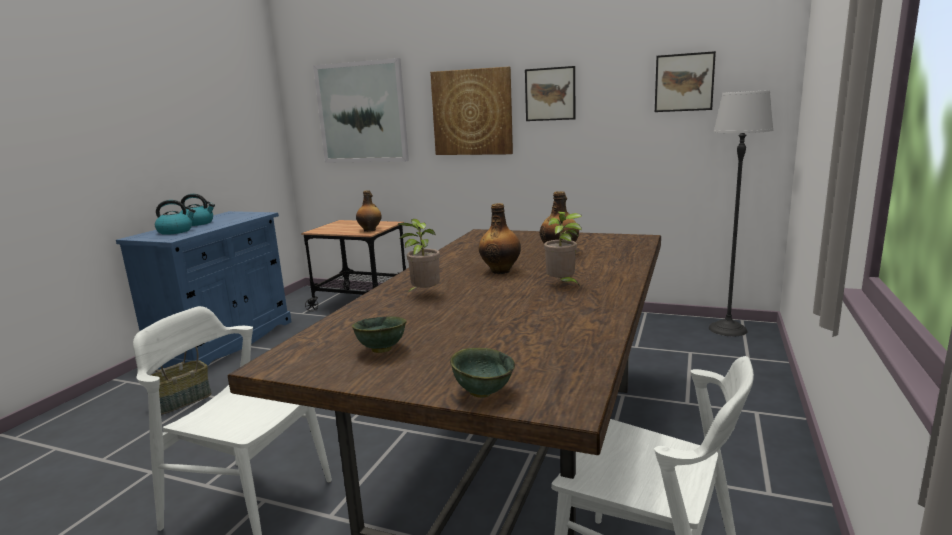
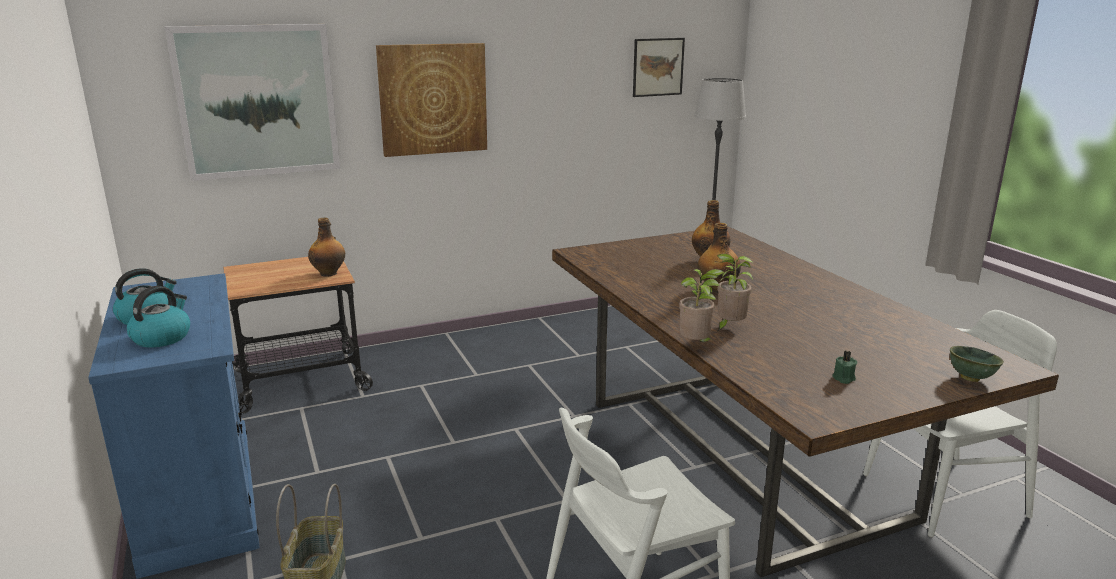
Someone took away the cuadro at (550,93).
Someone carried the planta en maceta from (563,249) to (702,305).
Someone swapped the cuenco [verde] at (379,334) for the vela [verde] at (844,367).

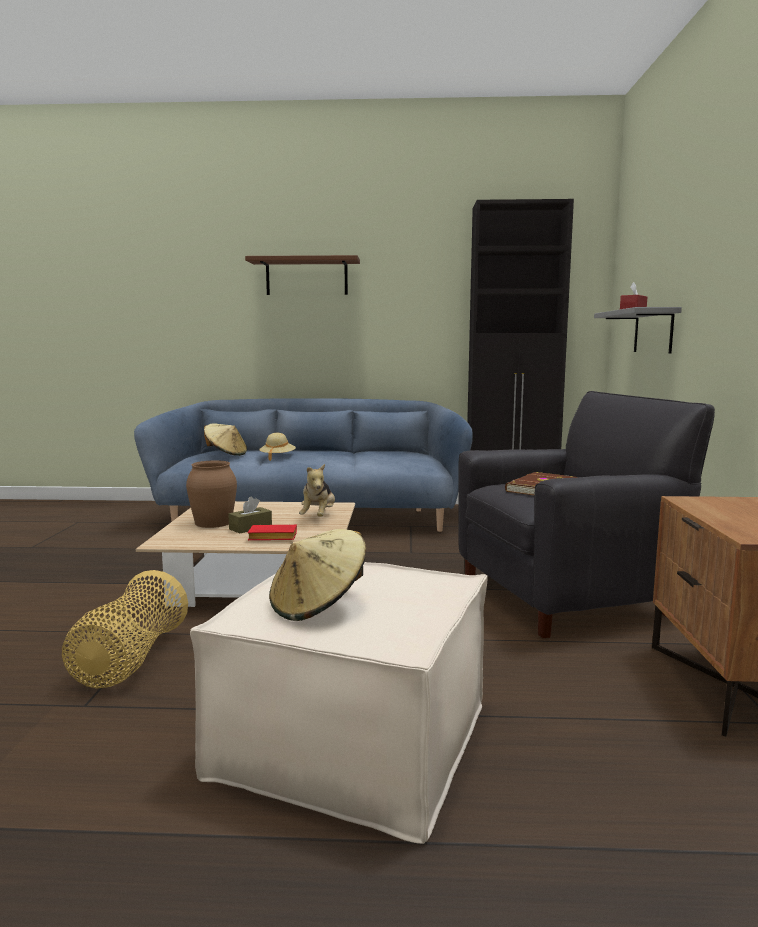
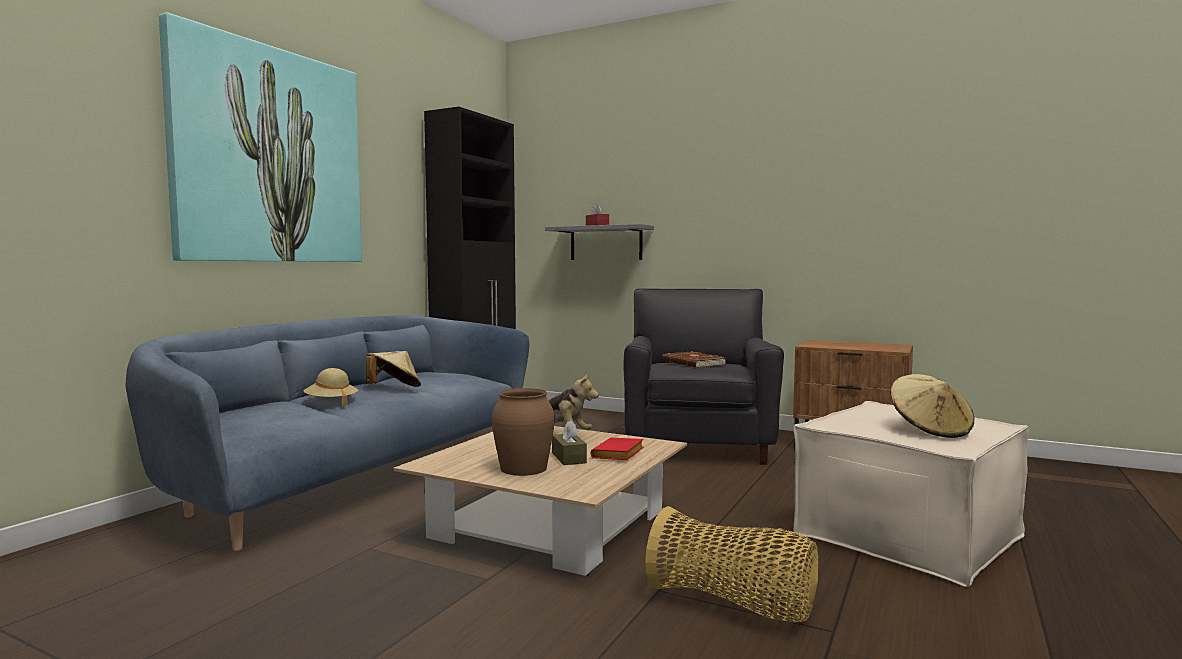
Someone swapped the estante [marrón] at (302,275) for the cuadro at (260,137).
Someone carried the sombrero [beis] from (225,439) to (393,369).

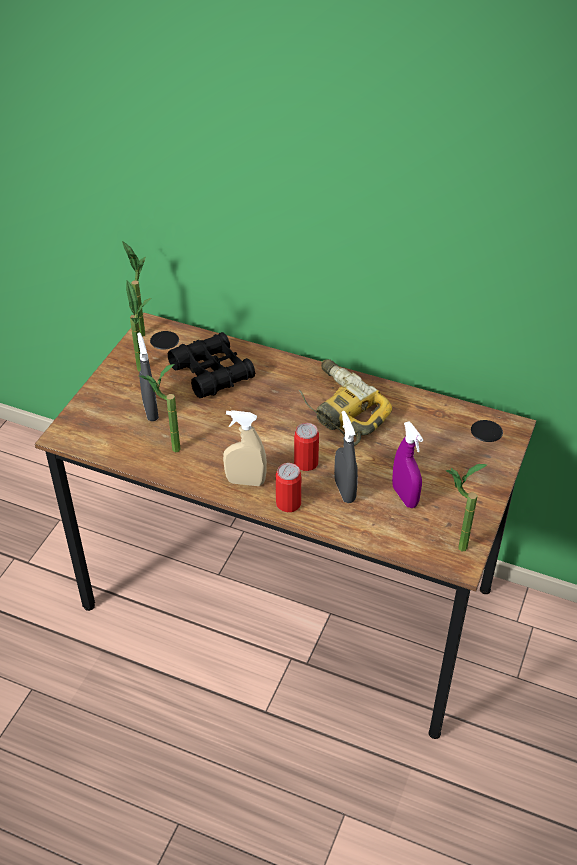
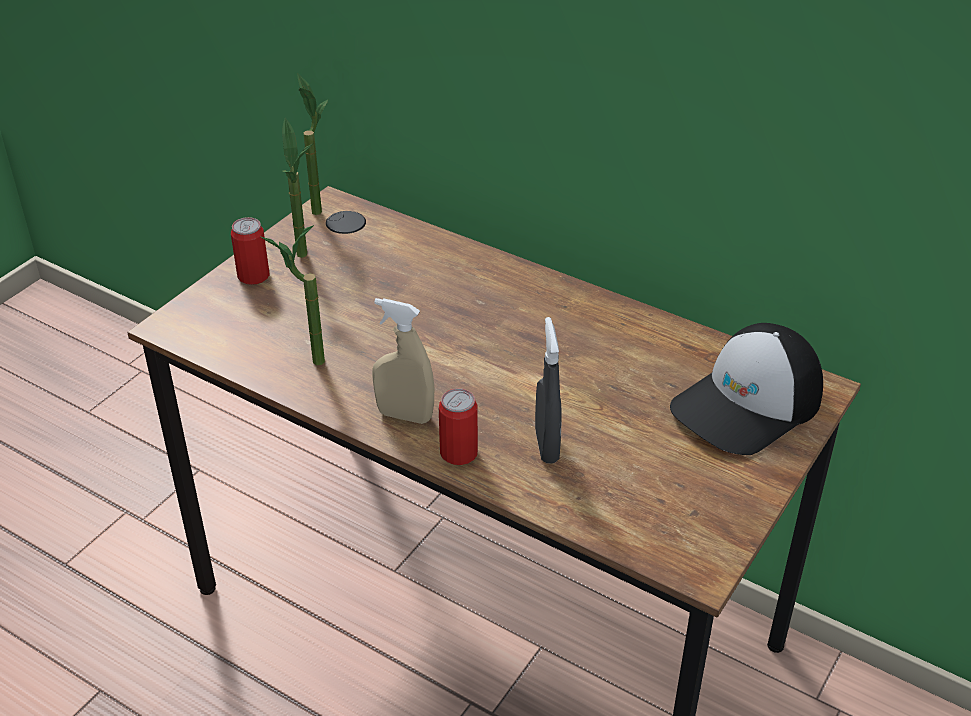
Someone took away the pulverizador [gris] at (148,376).
Someone took away the prismáticos [negro] at (211,365).
Someone took away the taladro at (345,402).
Someone took away the pulverizador [morado] at (407,464).
Someone carried the lata from (306,447) to (250,251).
Someone took away the planta en maceta at (466,507).
Someone put down the gorra at (746,389).

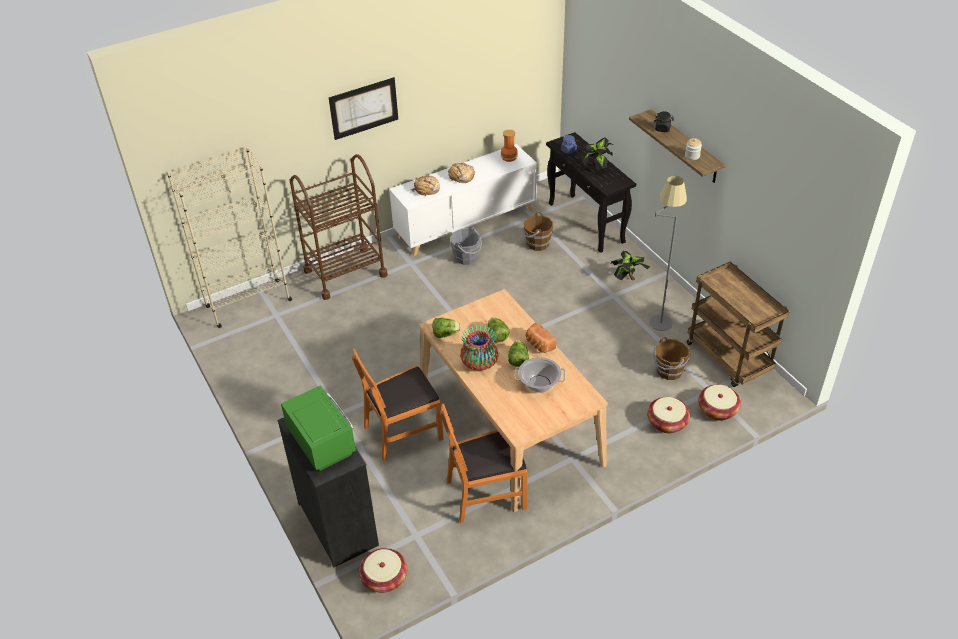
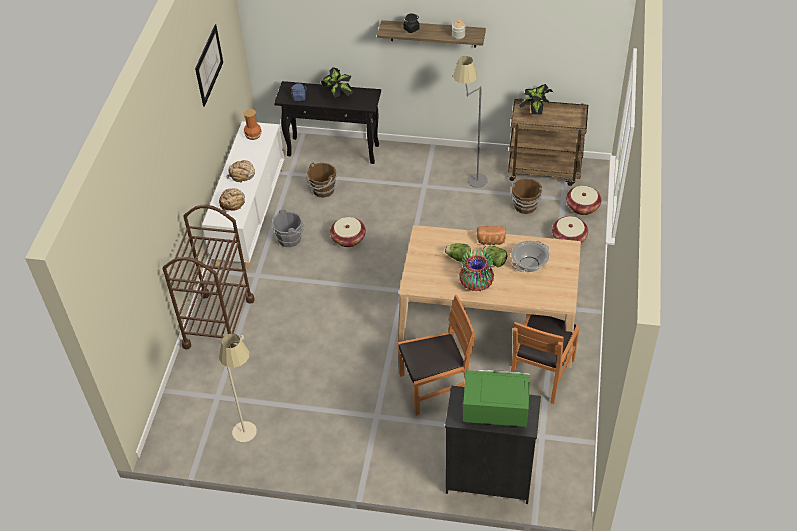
Someone carried the cuadro from (363,108) to (209,65).
Someone took away the estantería [beis] at (229,237).
Someone carried the planta en maceta from (630,265) to (536,99).
Someone took away the lechuga at (447,328).
Someone rotated the silla [naranja] at (398,404) by 120 degrees counterclockwise.
Someone carried the cesta from (383,570) to (348,232).
Someone put down the lámpara de pie [beis] at (238,387).

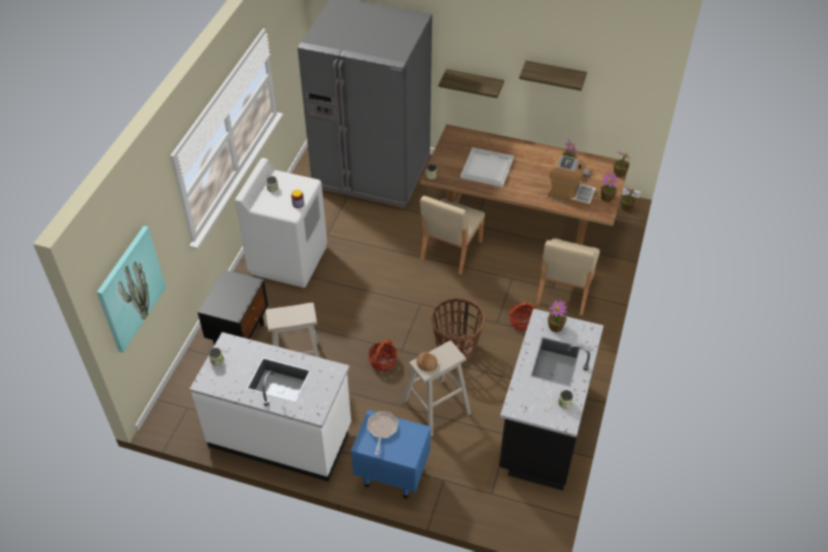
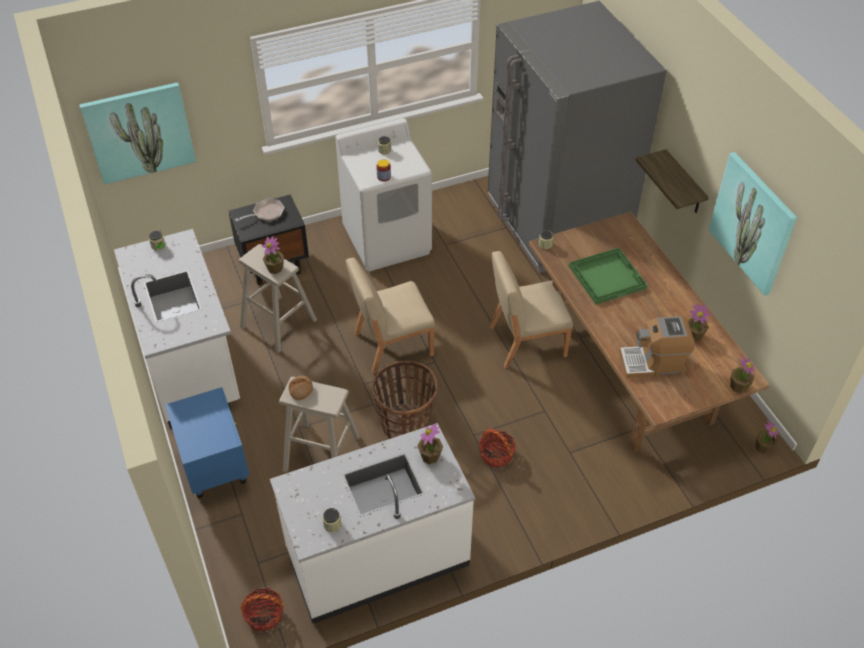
Someone swapped the estante at (553,76) for the cuadro at (753,224).
Someone repainted the bandeja [blanco] at (487,167), which became the bandeja [verde] at (608,276).
Someone rotated the cafetera at (572,181) by 105 degrees clockwise.
Someone carried the planta en maceta from (610,187) to (273,255).
Someone carried the silla [beis] from (568,276) to (390,316).
Someone repainted the mueble bajo de cocina [negro] at (551,400), which became the mueble bajo de cocina [blanco] at (372,523).
Someone carried the cesta from (382,355) to (262,610).
Someone carried the sartén from (382,433) to (260,209).

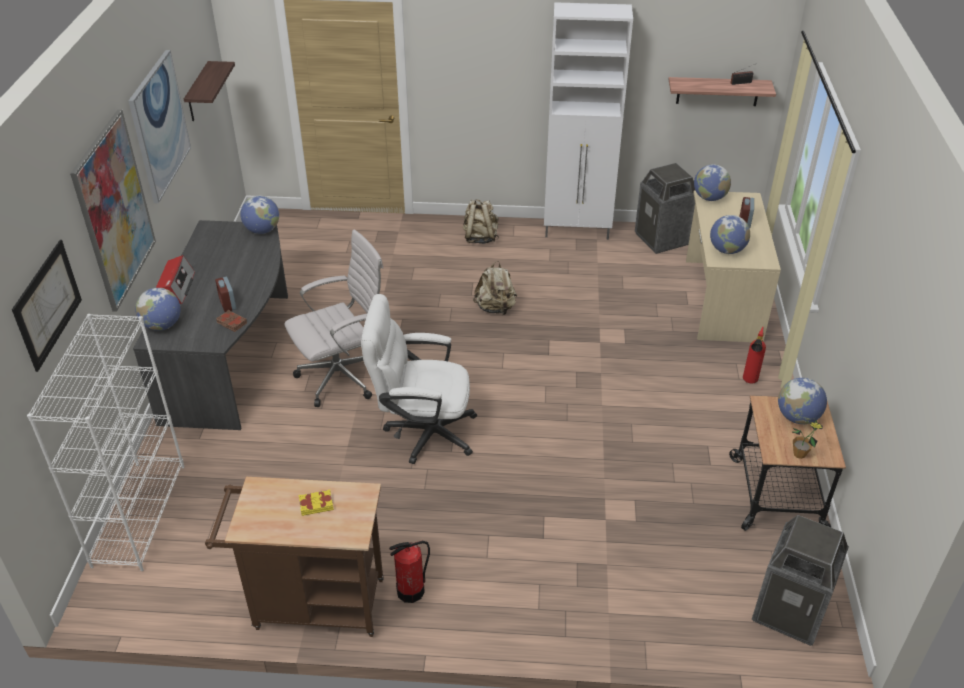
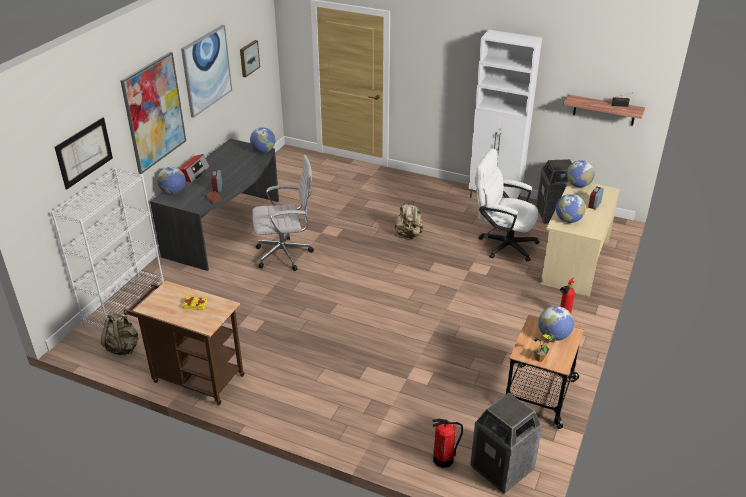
Someone swapped the estante at (209,91) for the cuadro at (250,58).
Someone carried the mochila [beis] from (481,221) to (119,333).
Someone carried the silla de oficina [blanco] from (419,379) to (507,204).
Someone carried the extintor from (409,572) to (447,443).

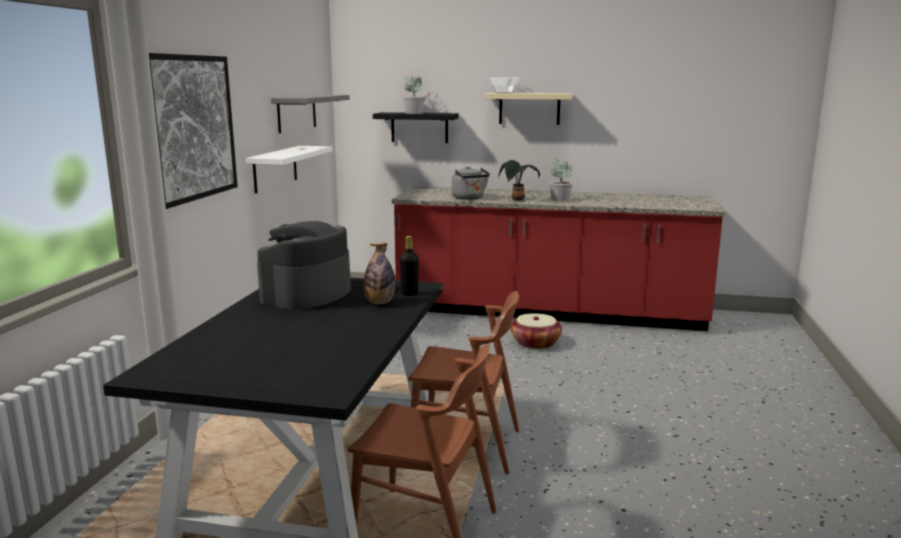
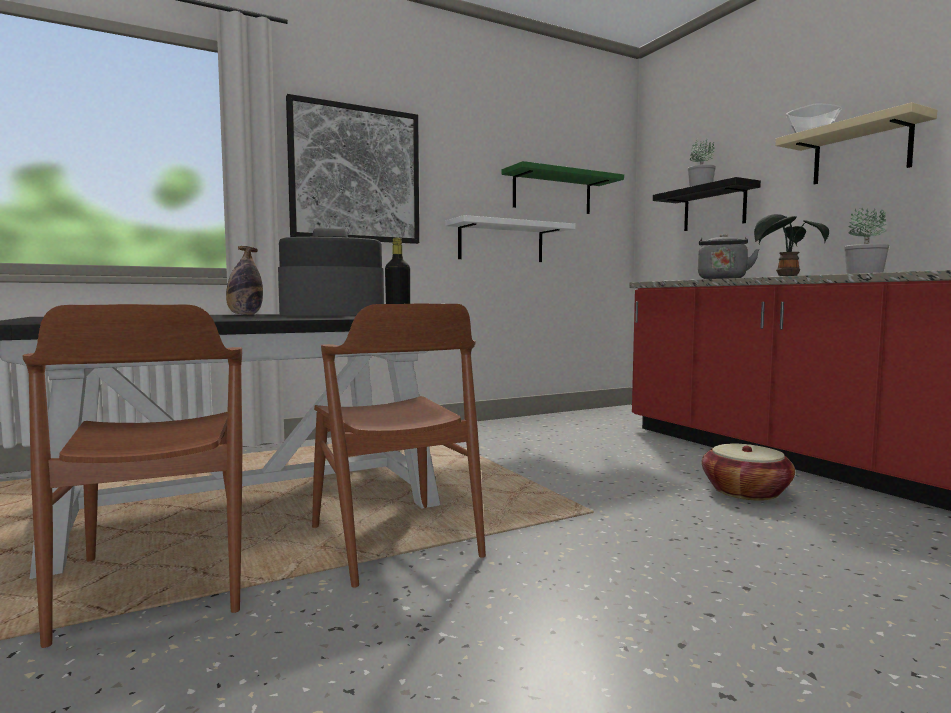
Someone repainted the estante [gris] at (310,114), which became the estante [verde] at (562,187).
Someone carried the botella from (379,273) to (244,280).

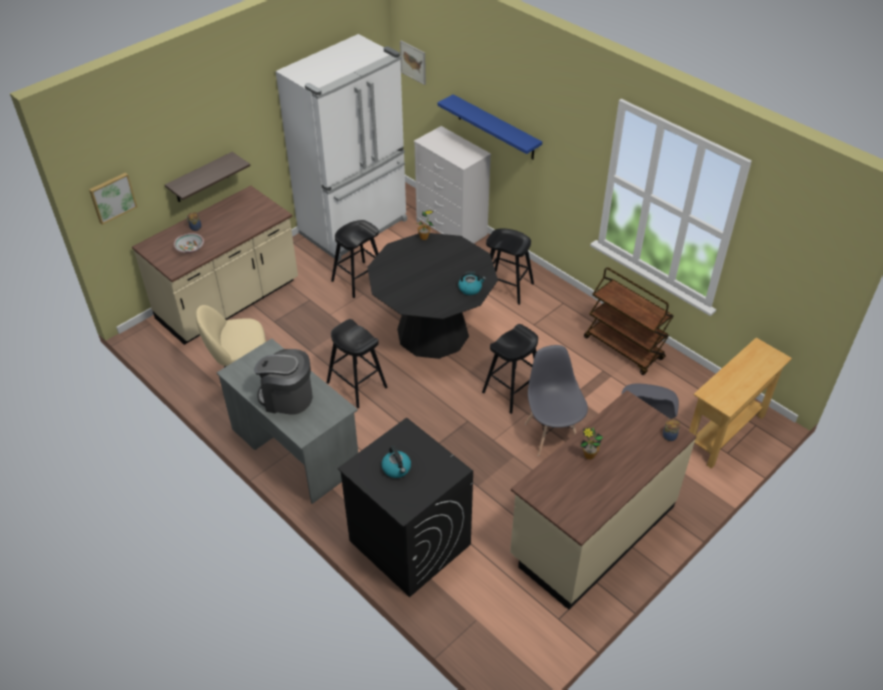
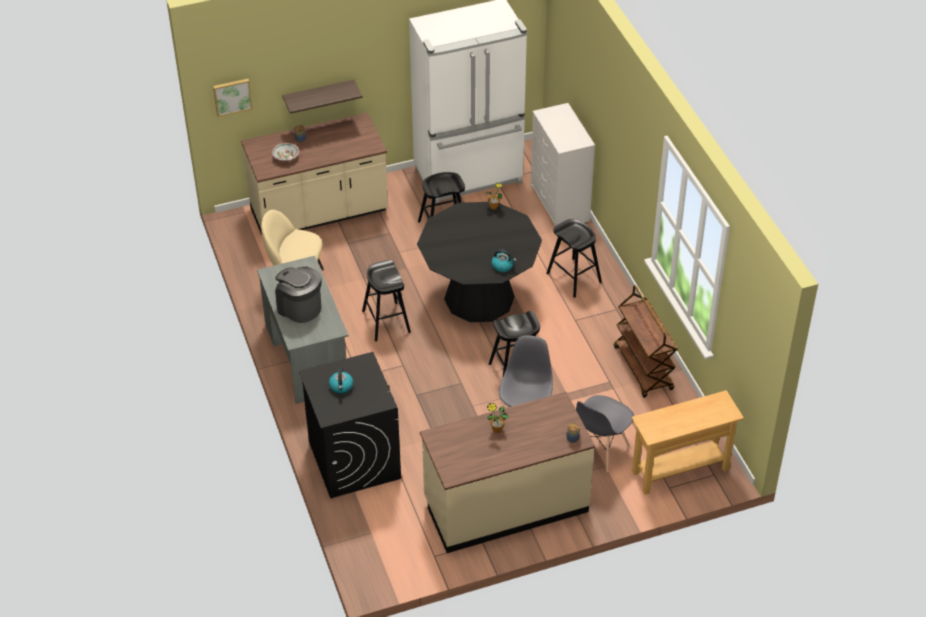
Someone took away the cuadro at (413,63).
Someone took away the estante [azul] at (489,126).

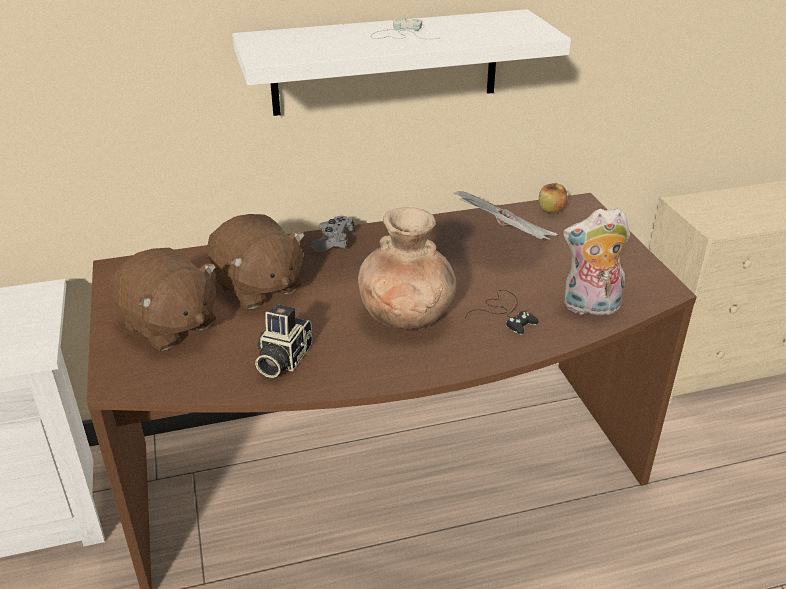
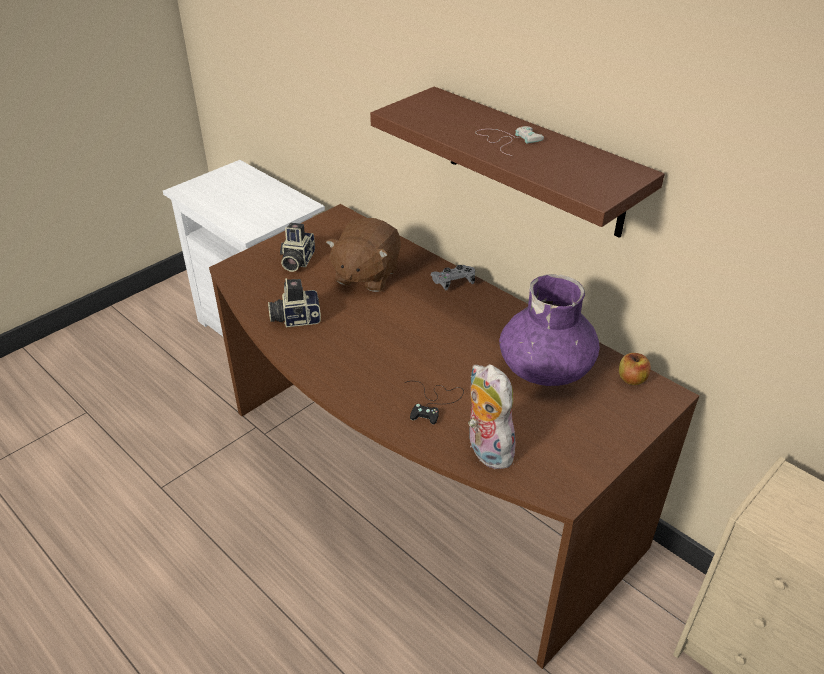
Someone repainted the estante [blanco] at (401,62), which became the estante [marrón] at (517,162).
Someone swapped the periódico at (506,215) for the florero [morado] at (549,330).
Someone took away the florero [marrón] at (407,268).
Someone swapped the peluche [marrón] at (163,299) for the cámara at (297,247).

